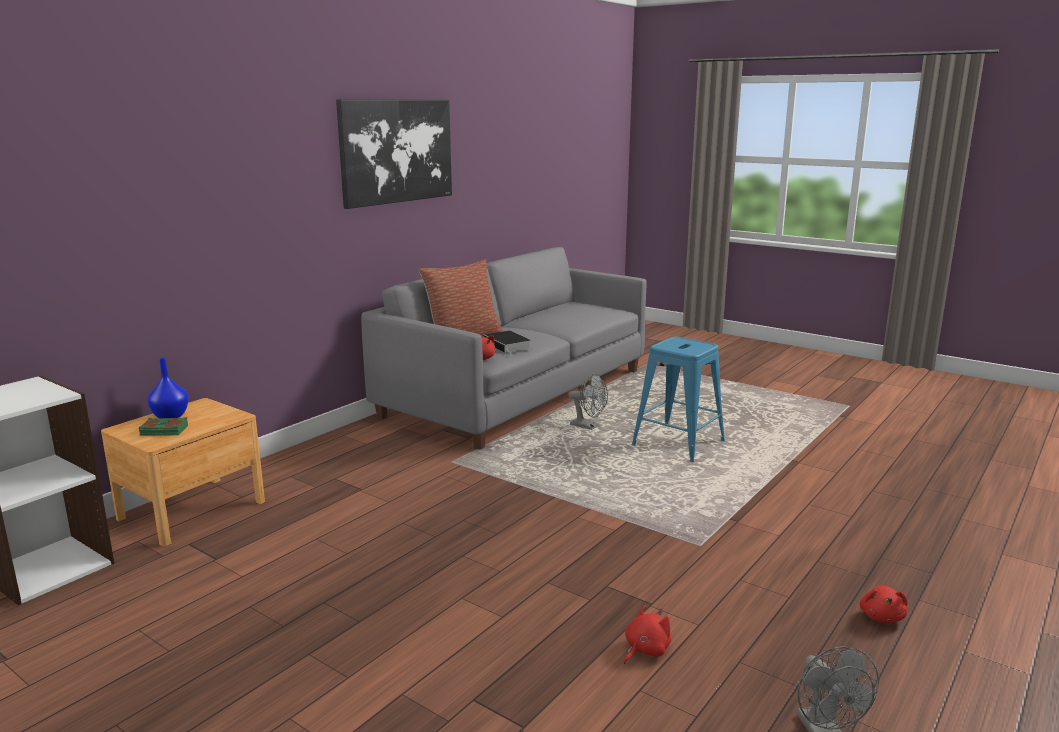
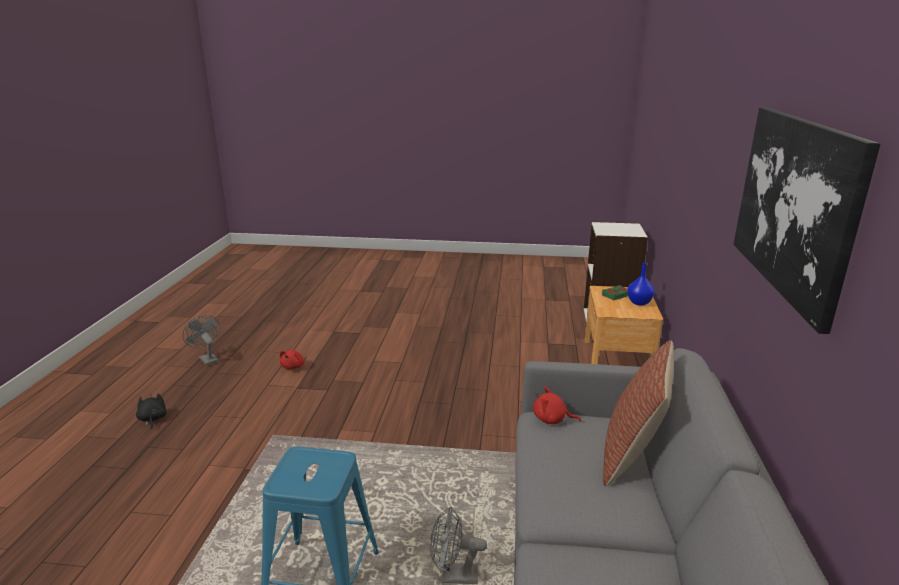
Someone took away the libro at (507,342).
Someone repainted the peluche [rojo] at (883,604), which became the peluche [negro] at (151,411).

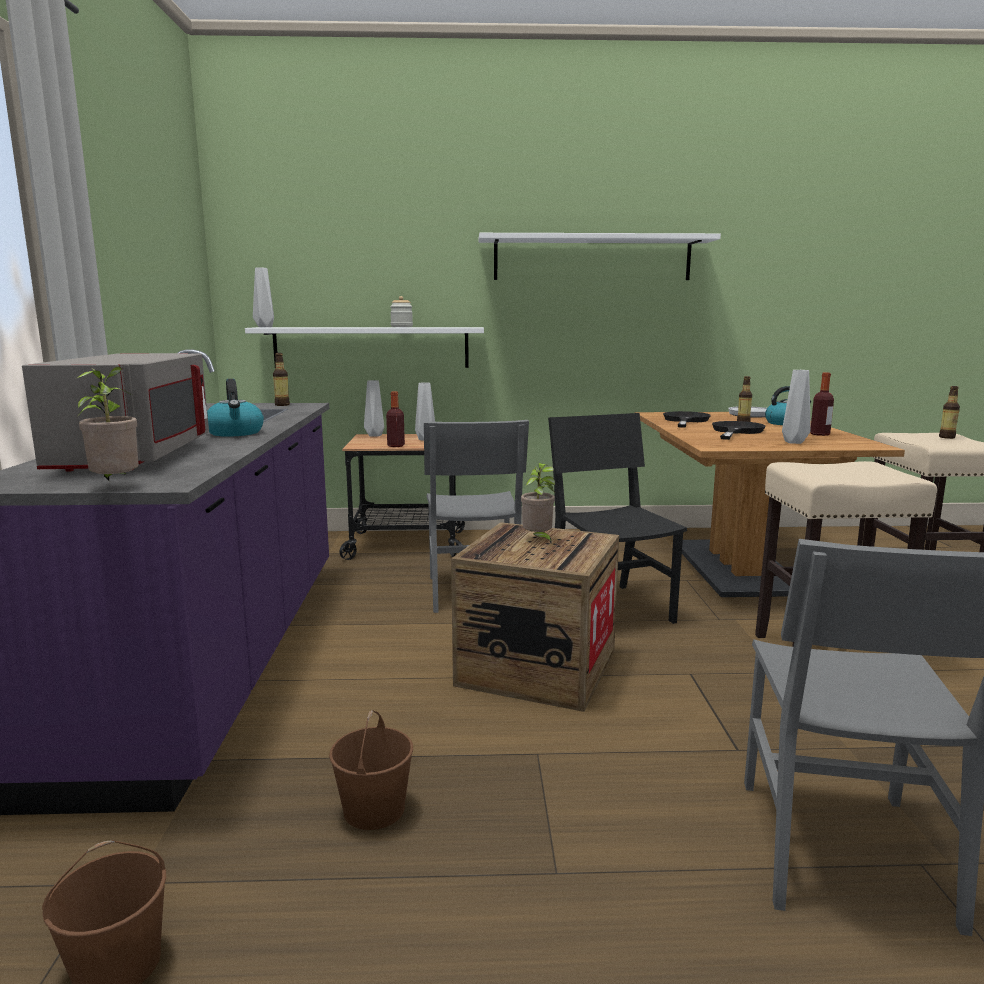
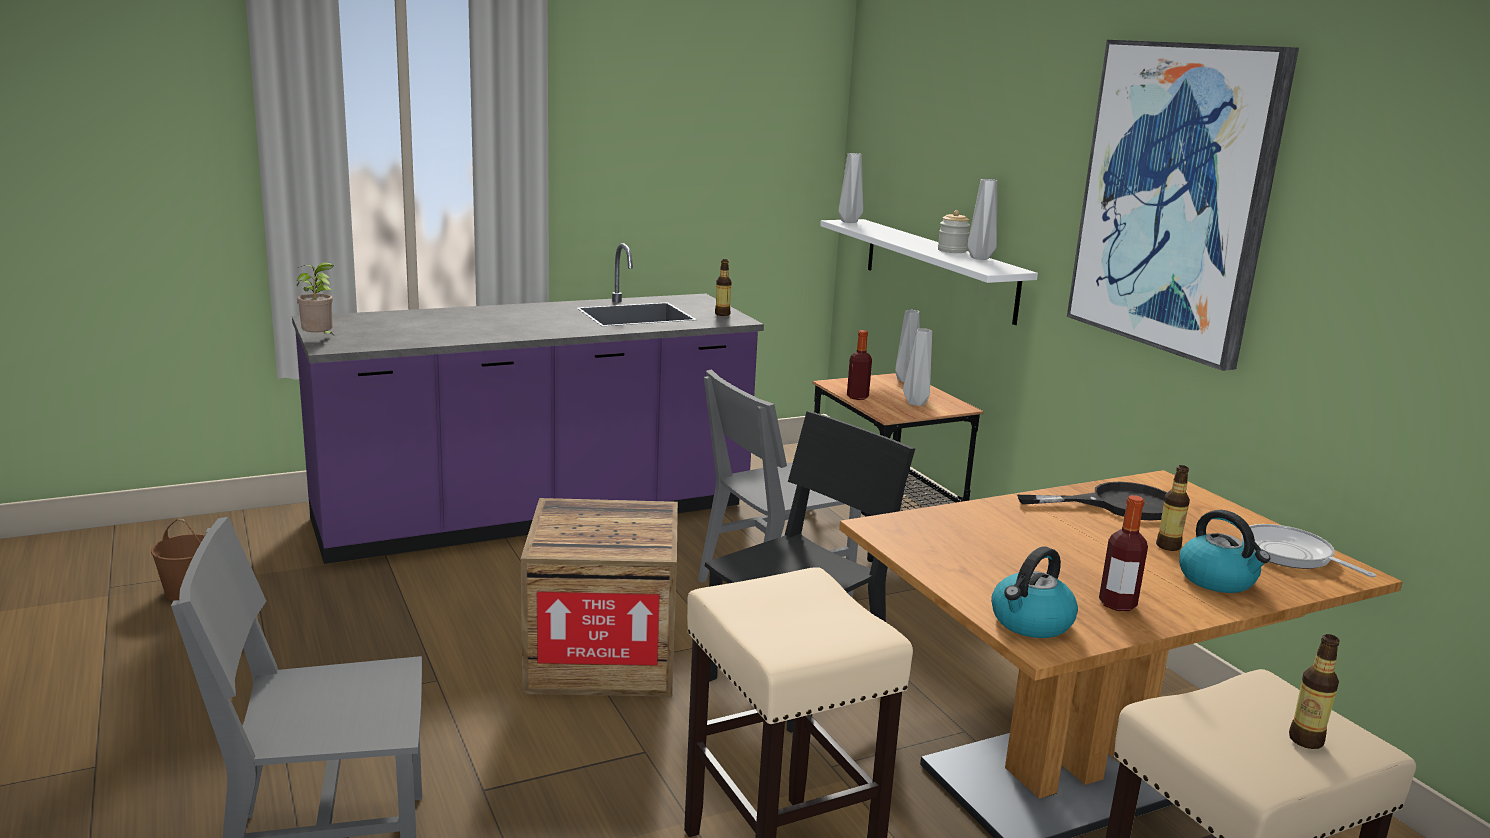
Someone swapped the estante [blanco] at (600,256) for the cuadro at (1183,205).
Someone took away the microondas [gris] at (115,412).
Someone carried the florero [gris] from (796,407) to (982,219).
Someone carried the hervidor from (235,408) to (1034,592).
Someone took away the sartén [negro] at (738,430).
Someone took away the planta en maceta at (538,503).
Someone took away the cubo [marrón] at (371,770).

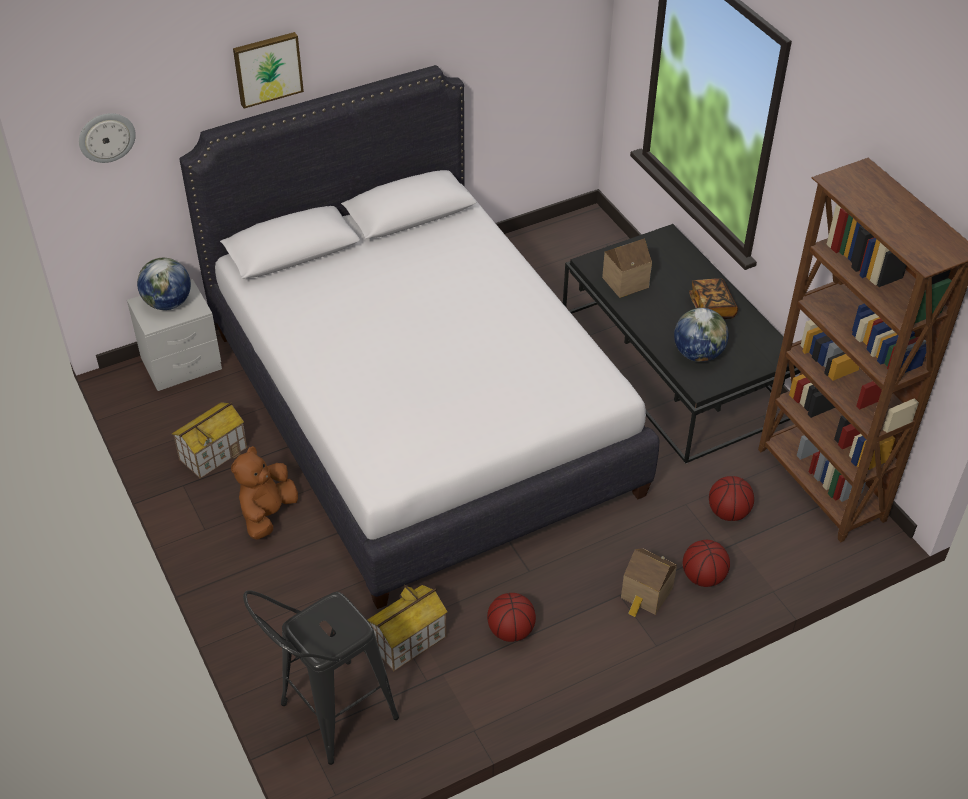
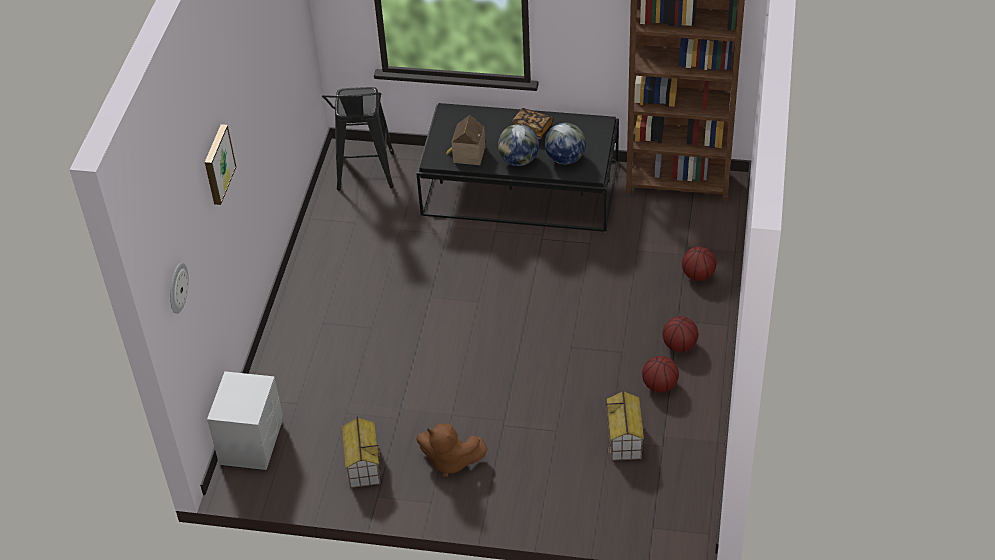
Someone took away the cama [blanco] at (419,337).
Someone carried the globo terráqueo from (164,284) to (518,145).
Someone rotated the peluche [marrón] at (264,493) by 45 degrees counterclockwise.
Someone carried the balón de baloncesto from (731,498) to (680,334).
Someone took away the casita at (649,582).
Someone carried the taburete [negro] from (321,677) to (358,138).

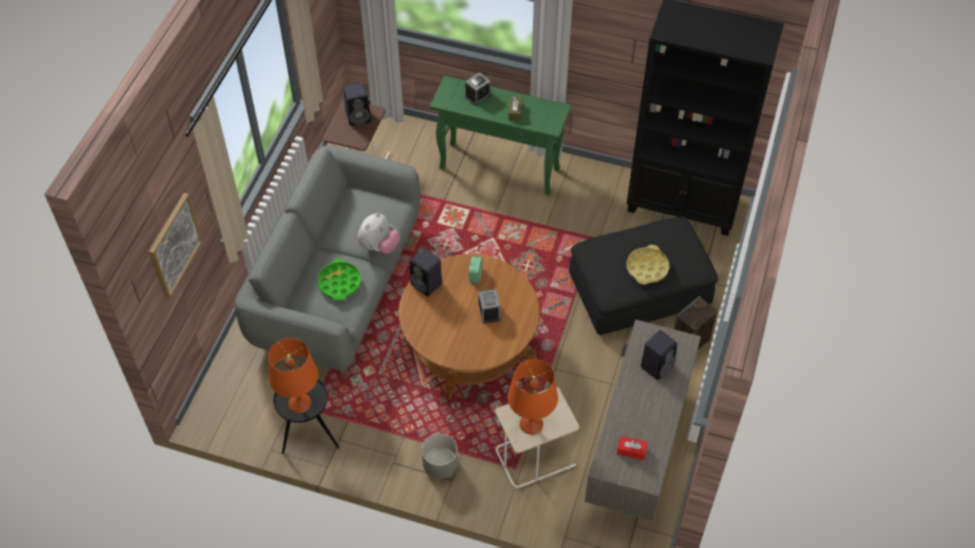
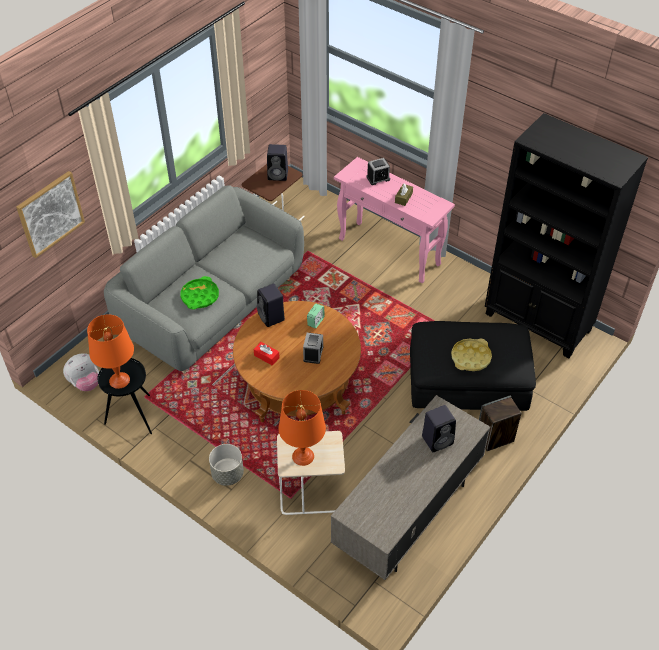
Someone repainted the mesa consola [verde] at (500,135), which became the mesa consola [rosa] at (394,220).
Someone carried the peluche from (379,233) to (81,372).
Someone carried the caja de pañuelos [rojo] from (632,448) to (267,354).

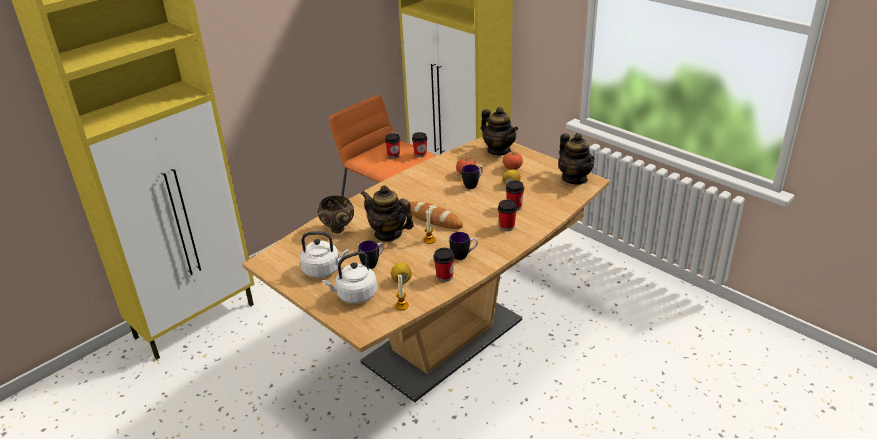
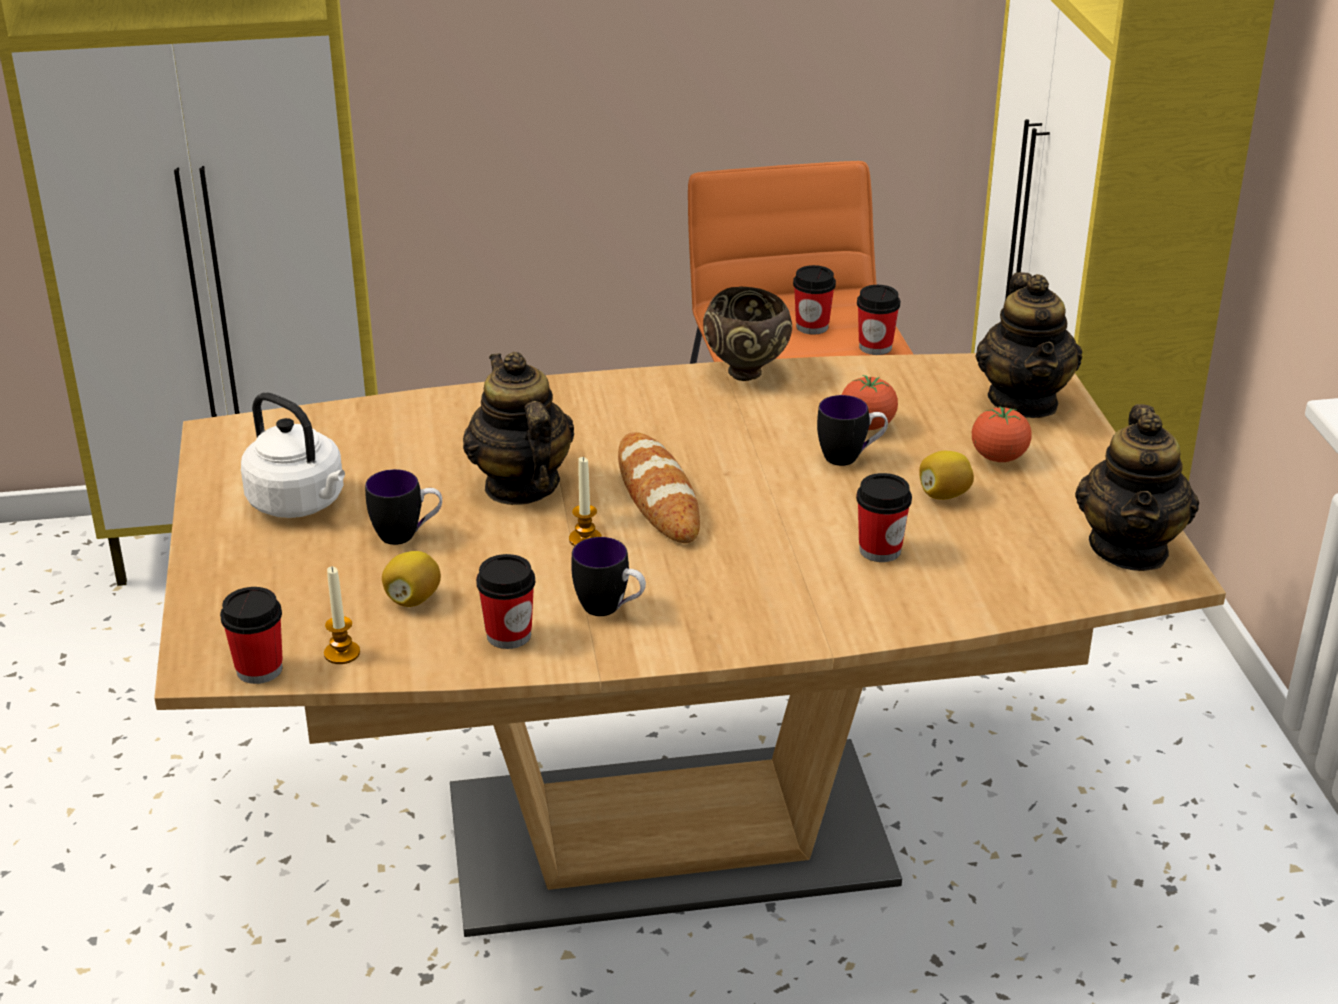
Someone carried the cuenco [marrón] from (335,214) to (747,334).
Someone carried the taza from (507,215) to (251,635).
Someone took away the hervidor [blanco] at (350,277).

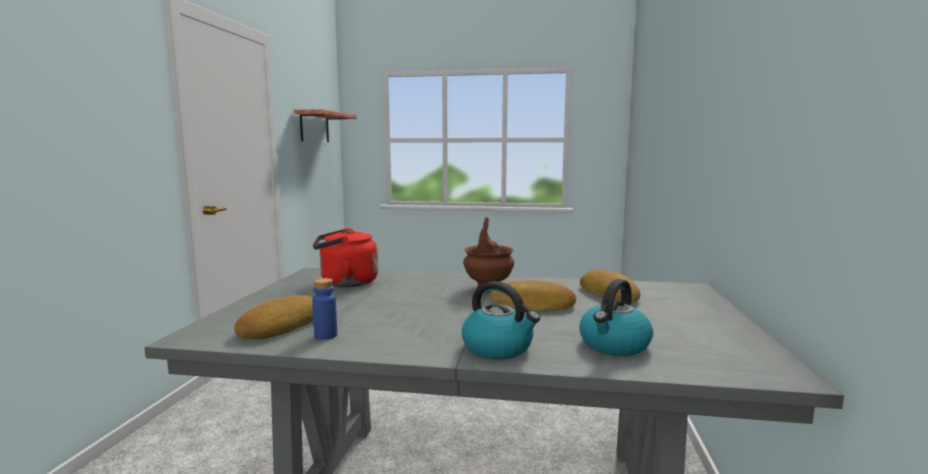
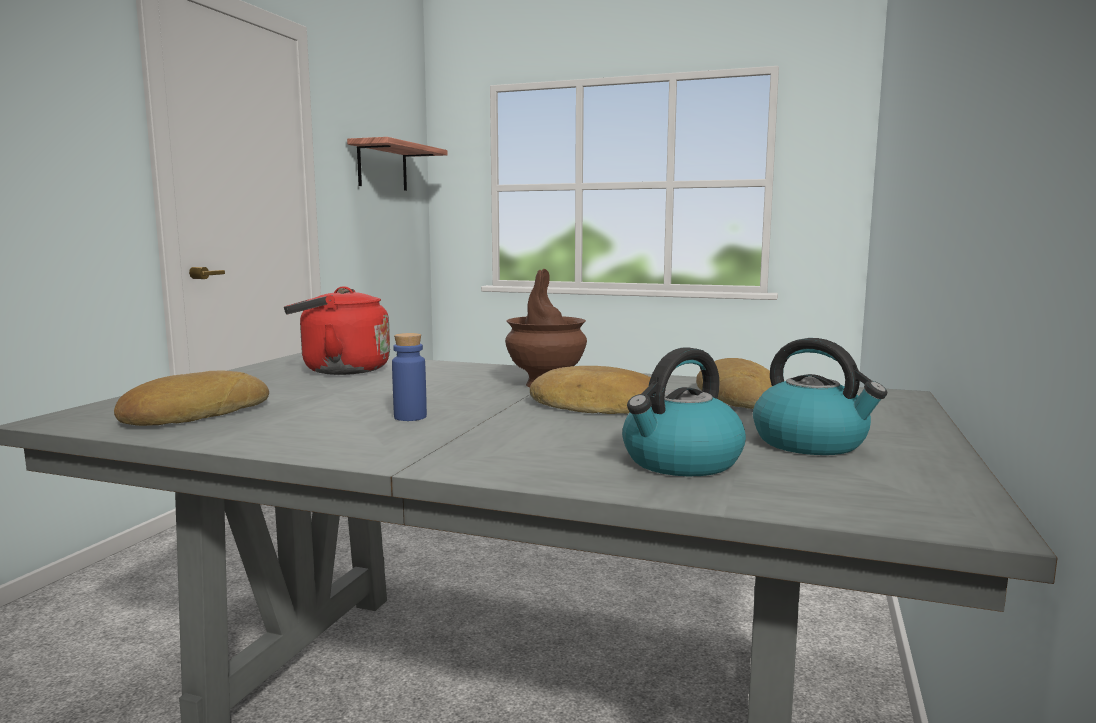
Someone carried the botella [azul] from (324,309) to (409,377).
Someone carried the hervidor from (501,320) to (820,396).

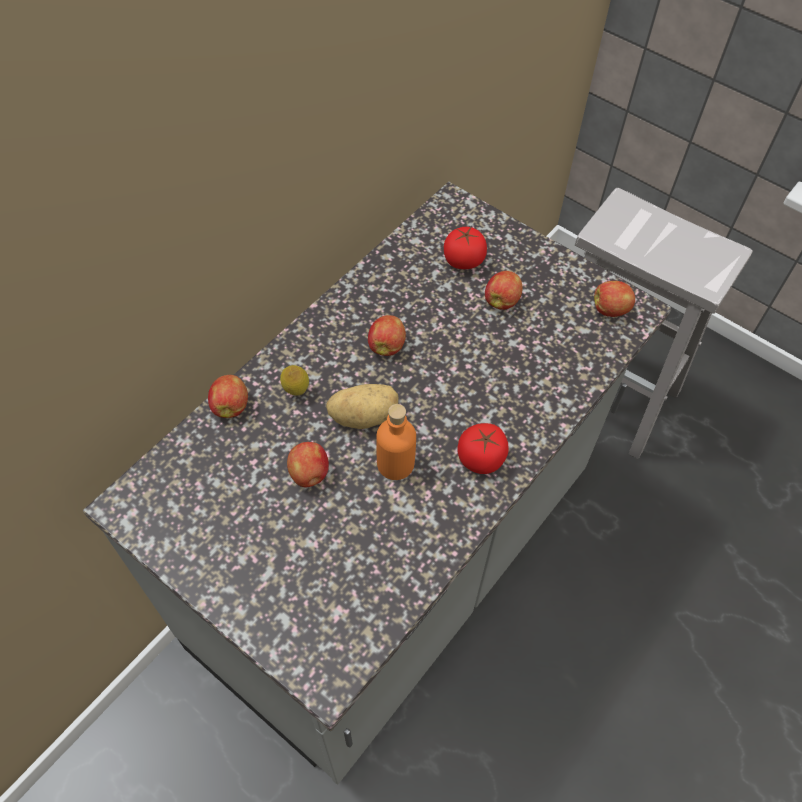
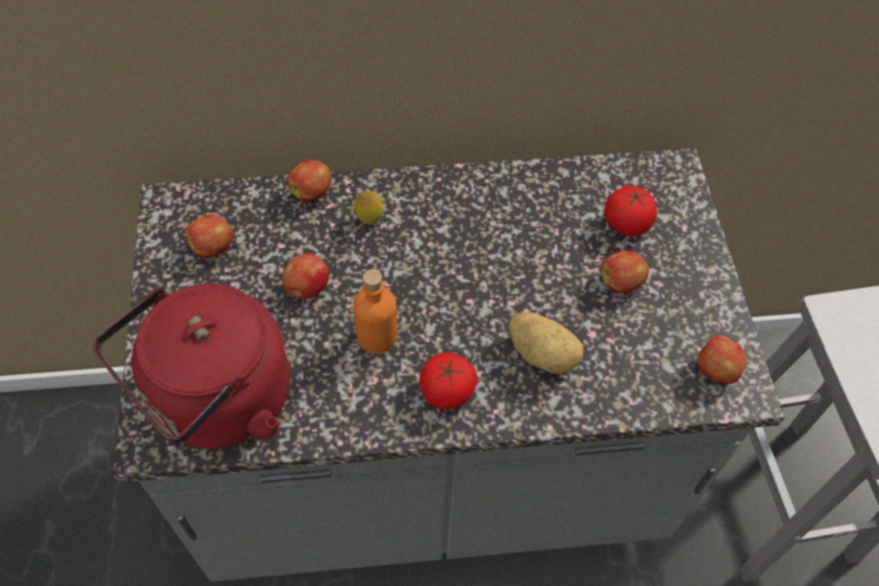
Someone carried the manzana from (387,335) to (209,236).
Someone carried the patata from (362,406) to (546,343).
Someone put down the hervidor [rojo] at (192,366).

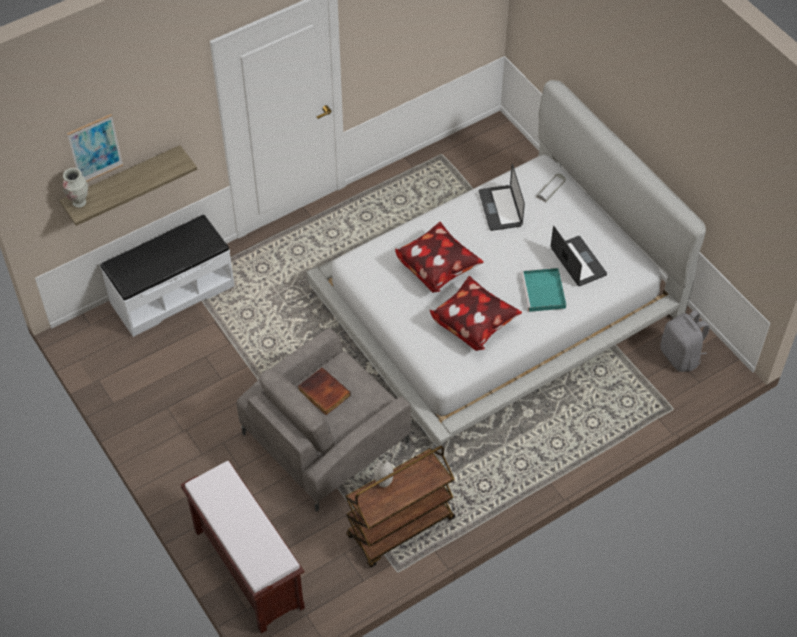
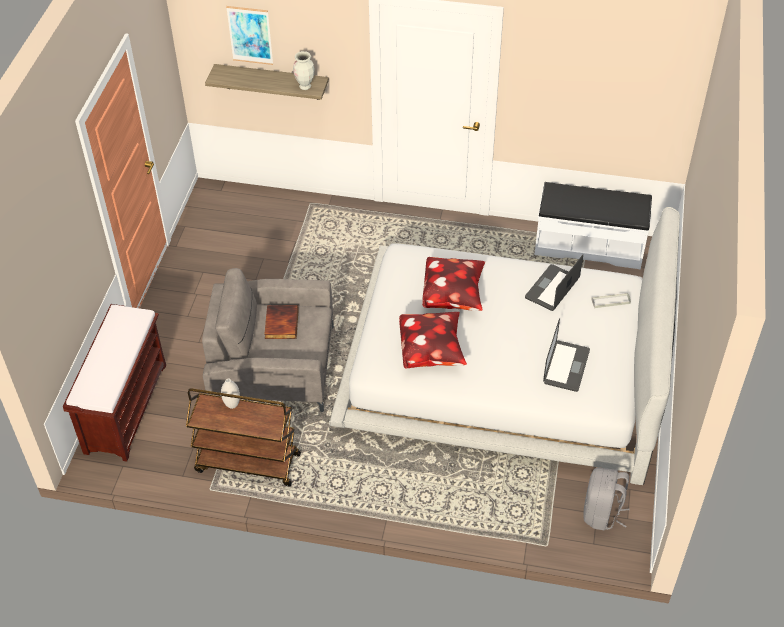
Someone carried the florero from (75,188) to (304,70).
Someone carried the banco [blanco] from (167,276) to (593,225).
Someone took away the bandeja [turquesa] at (543,290).

